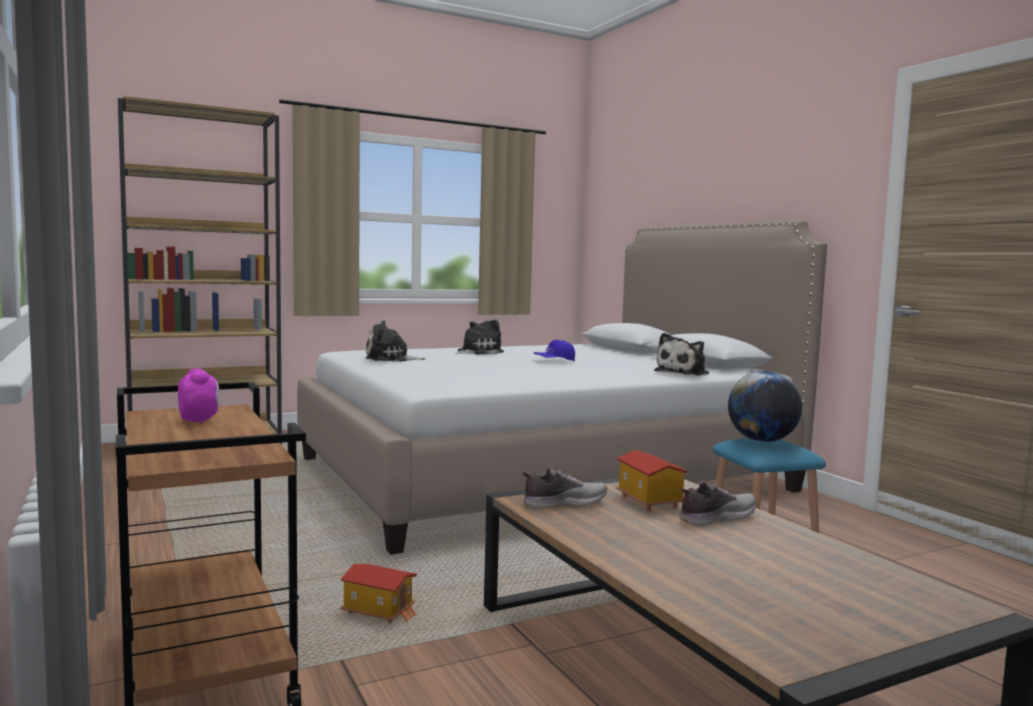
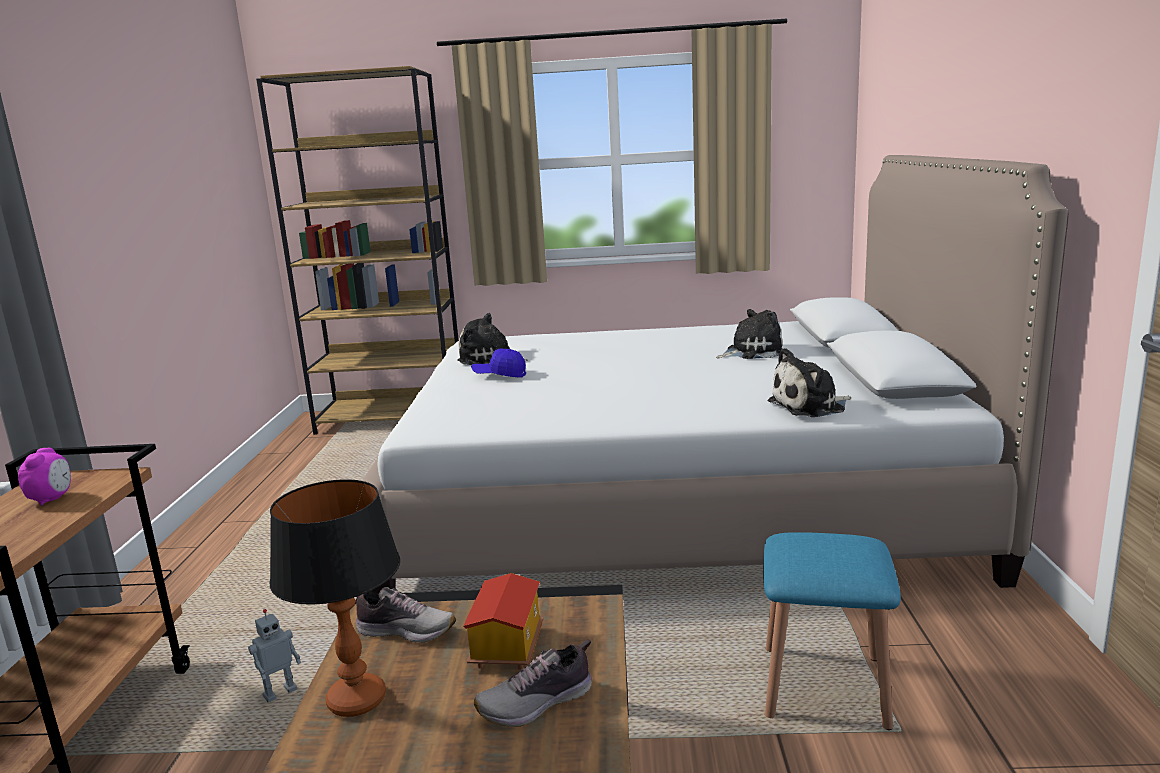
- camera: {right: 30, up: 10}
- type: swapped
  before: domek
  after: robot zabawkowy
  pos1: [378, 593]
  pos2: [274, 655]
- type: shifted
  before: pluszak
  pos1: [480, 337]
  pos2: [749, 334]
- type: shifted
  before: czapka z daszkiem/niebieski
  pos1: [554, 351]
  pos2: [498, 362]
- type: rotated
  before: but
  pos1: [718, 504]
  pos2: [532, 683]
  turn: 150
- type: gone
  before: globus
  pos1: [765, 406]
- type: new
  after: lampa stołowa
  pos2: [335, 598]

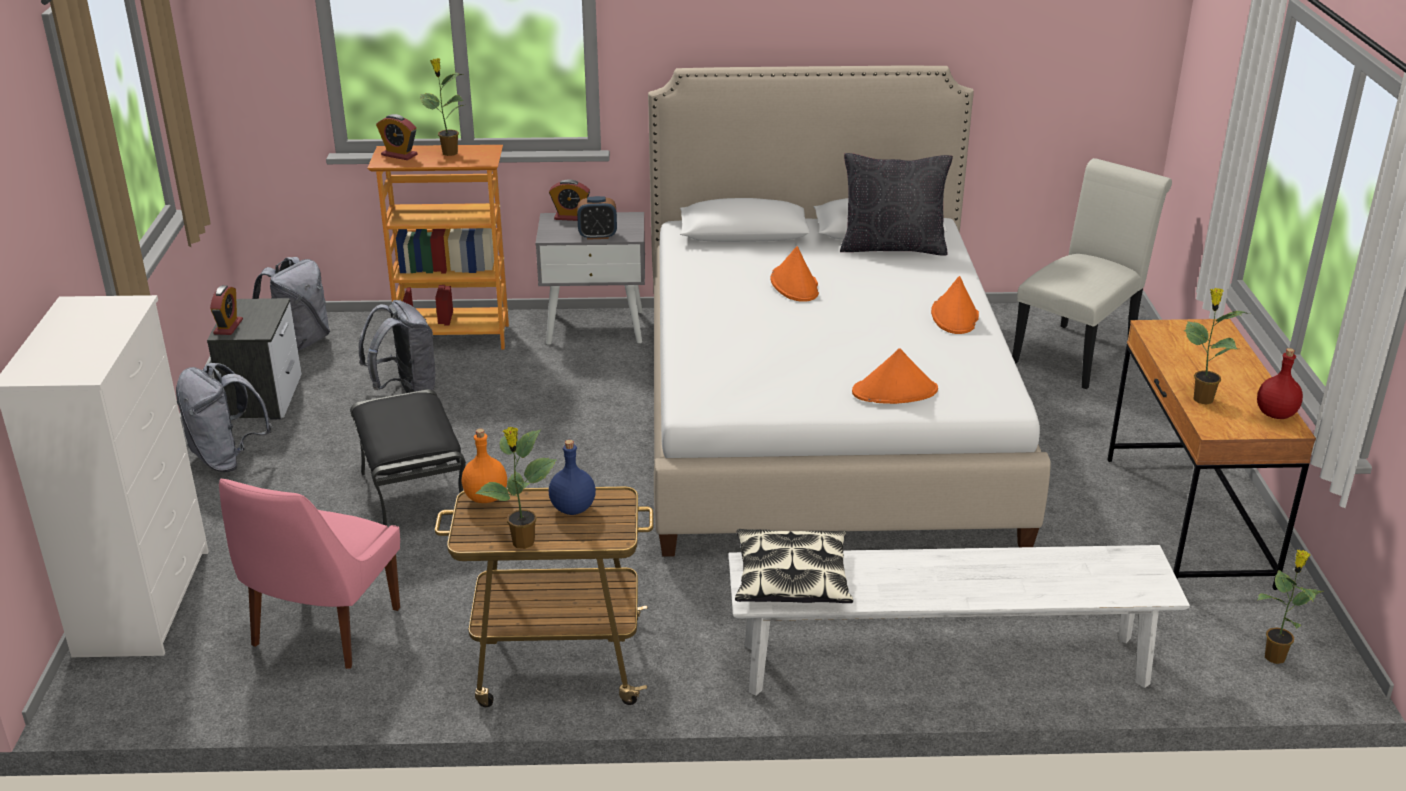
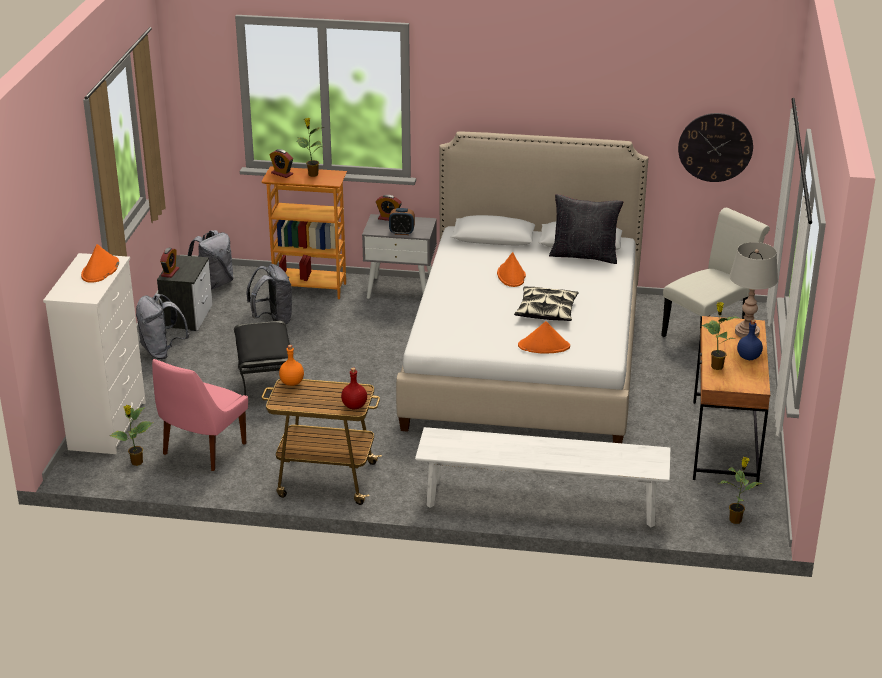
- camera: {right: 10, up: 0}
- type: shifted
  before: roślina doniczkowa
  pos1: [516, 488]
  pos2: [131, 435]
- type: shifted
  before: butelka/niebieski
  pos1: [572, 477]
  pos2: [750, 340]
- type: shifted
  before: poduszka
  pos1: [794, 566]
  pos2: [546, 303]
- type: shifted
  before: kapelusz/pomarańczowy
  pos1: [955, 305]
  pos2: [100, 263]
- type: shifted
  before: butelka/czerwony
  pos1: [1280, 383]
  pos2: [354, 388]
- type: new
  after: zegar ścienny
  pos2: [715, 147]
- type: new
  after: lampa stołowa/szary
  pos2: [753, 290]

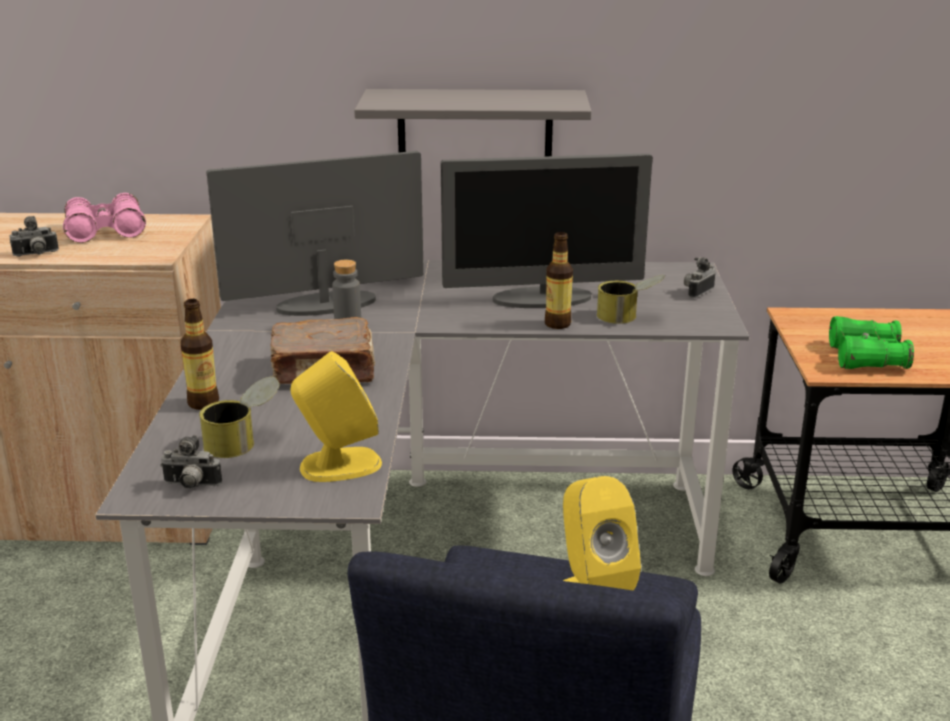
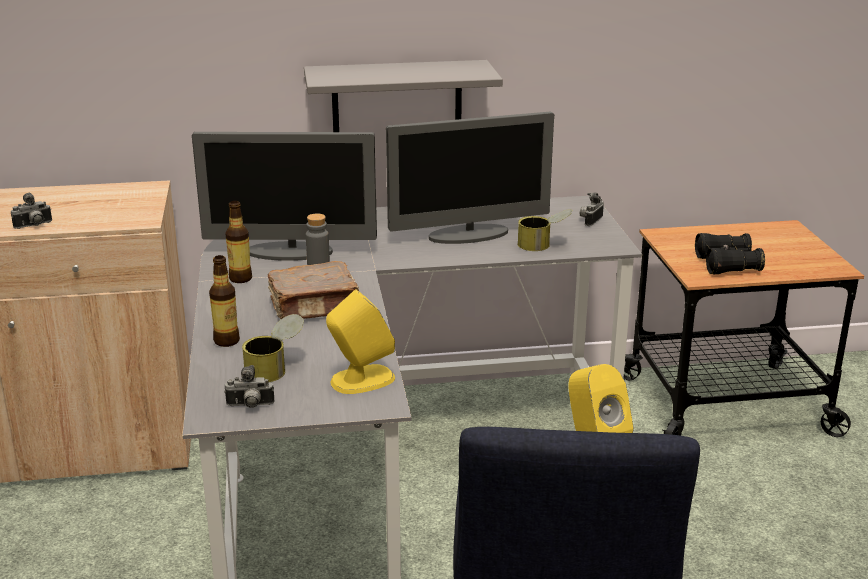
- camera: {right: -10, up: 0}
- type: gone
  before: lornetka/różowy
  pos1: [104, 218]
- type: rotated
  before: monitor
  pos1: [315, 233]
  pos2: [284, 196]
  turn: -150
- type: shifted
  before: butelka
  pos1: [559, 280]
  pos2: [239, 242]
- type: repainted
  before: lornetka/zielony
  after: lornetka/czarny
  pos1: [871, 342]
  pos2: [730, 254]

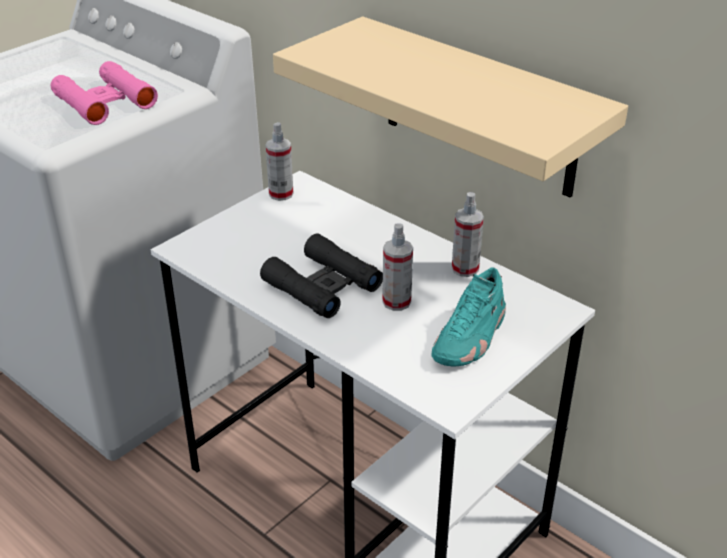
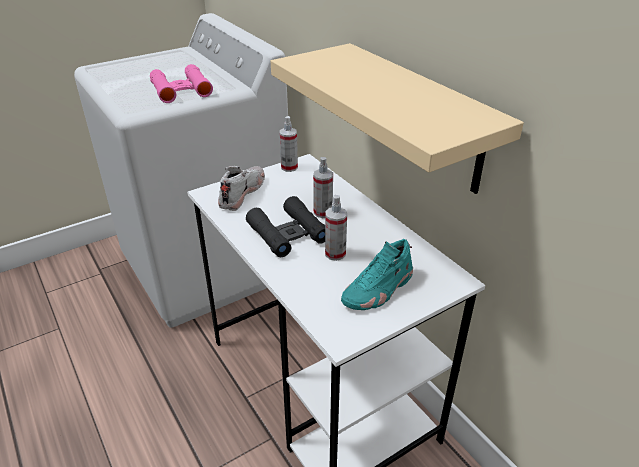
- camera: {right: 15, up: 0}
- type: shifted
  before: spryskiwacz
  pos1: [468, 234]
  pos2: [323, 187]
- type: new
  after: but/biały
  pos2: [241, 188]

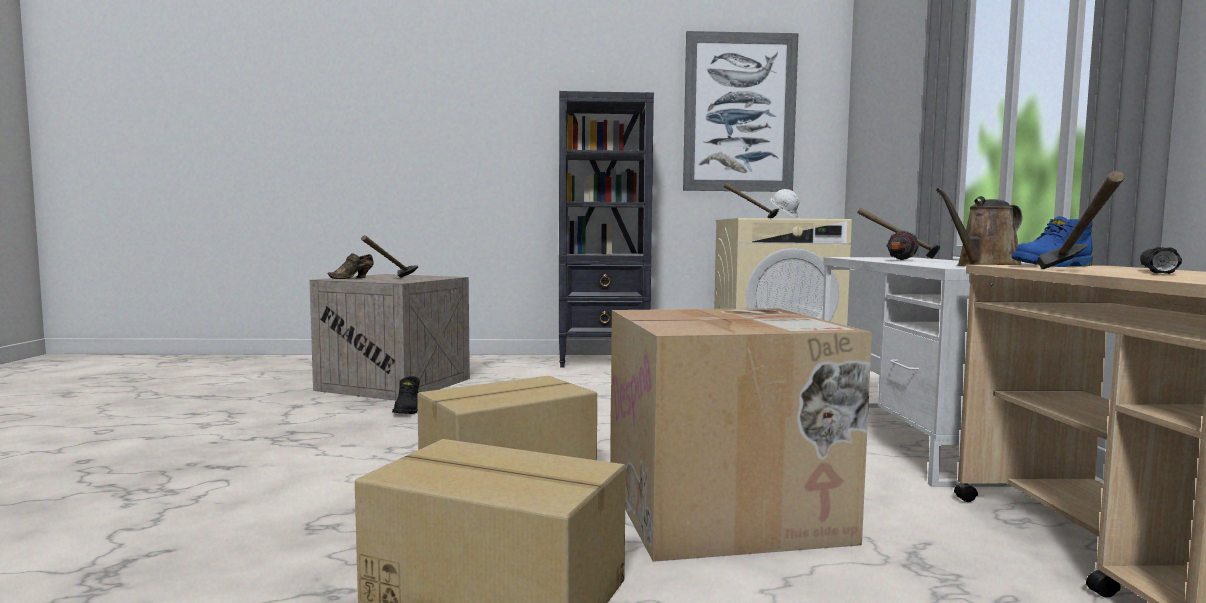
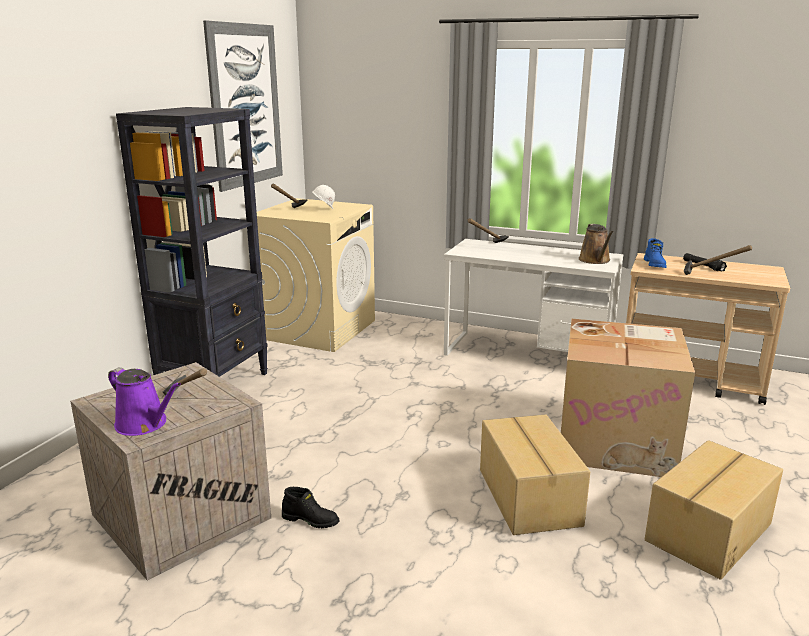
- camera: {right: -65, up: 15}
- type: swapped
  before: but/brązowy
  after: konewka/fioletowy
  pos1: [351, 266]
  pos2: [144, 401]
- type: gone
  before: latarka
  pos1: [902, 245]

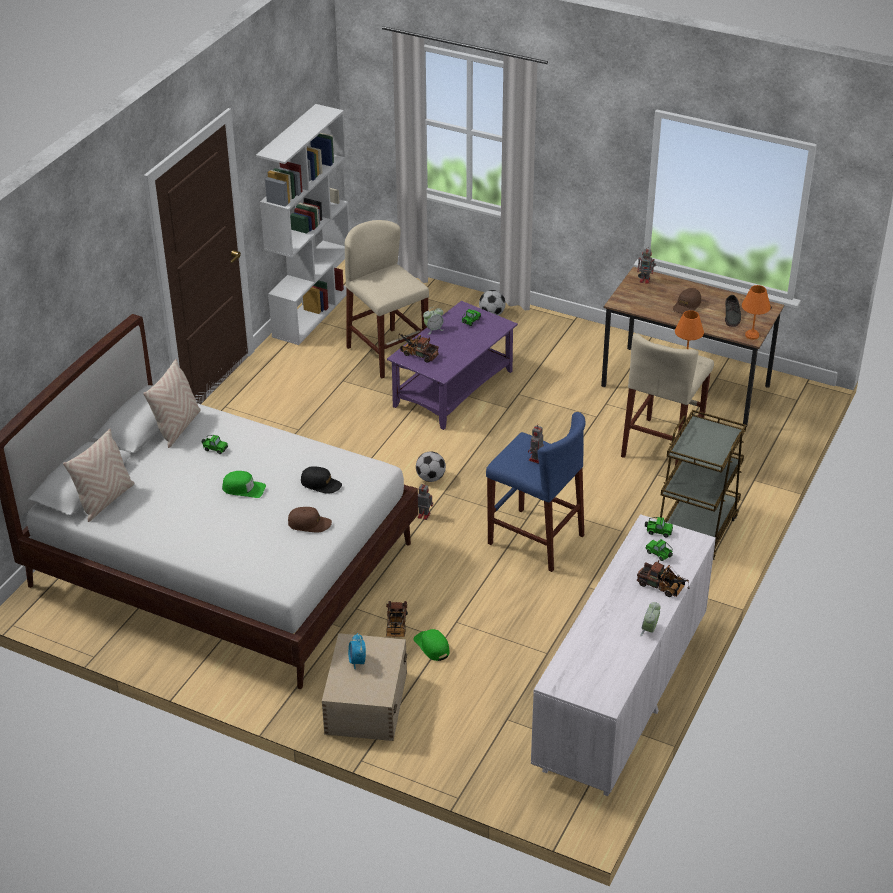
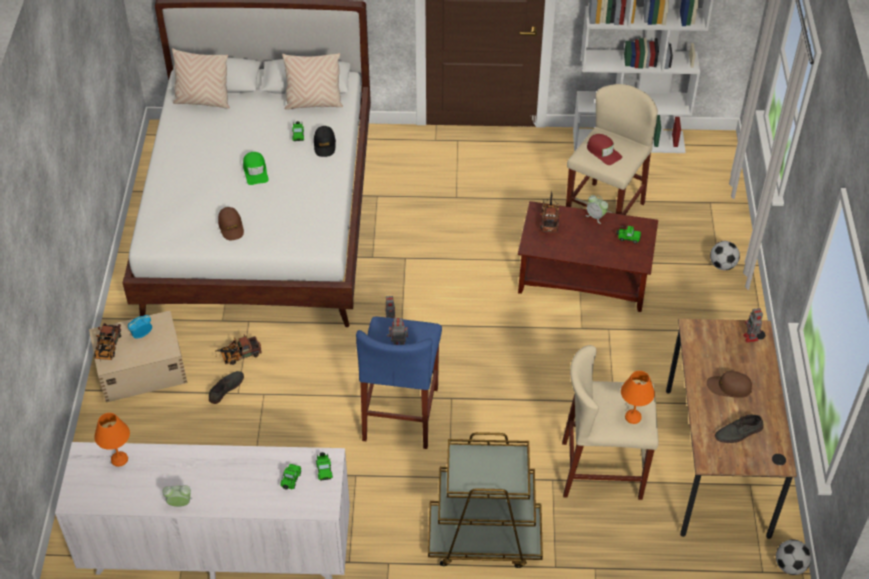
- camera: {right: 65, up: 10}
- type: shifted
  before: czapka z daszkiem/czarny
  pos1: [321, 480]
  pos2: [325, 141]
- type: repainted
  before: ława/fioletowy
  after: ława/brązowy
  pos1: [452, 365]
  pos2: [588, 256]
- type: swapped
  before: czapka z daszkiem/zielony
  after: but/szary
  pos1: [431, 645]
  pos2: [226, 387]
- type: shifted
  before: piłka futbolowa
  pos1: [431, 466]
  pos2: [793, 557]
- type: shifted
  before: ciężarówka zabawkowa
  pos1: [663, 578]
  pos2: [107, 342]
- type: shifted
  before: lampa stołowa/pomarańczowy
  pos1: [756, 312]
  pos2: [112, 440]
- type: new
  after: czapka z daszkiem/czerwony
  pos2: [604, 149]

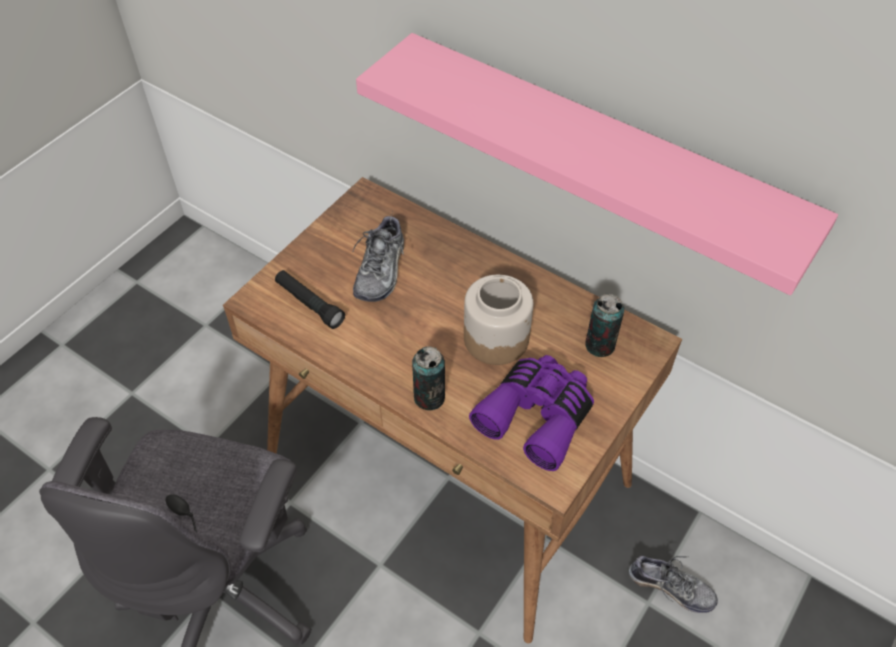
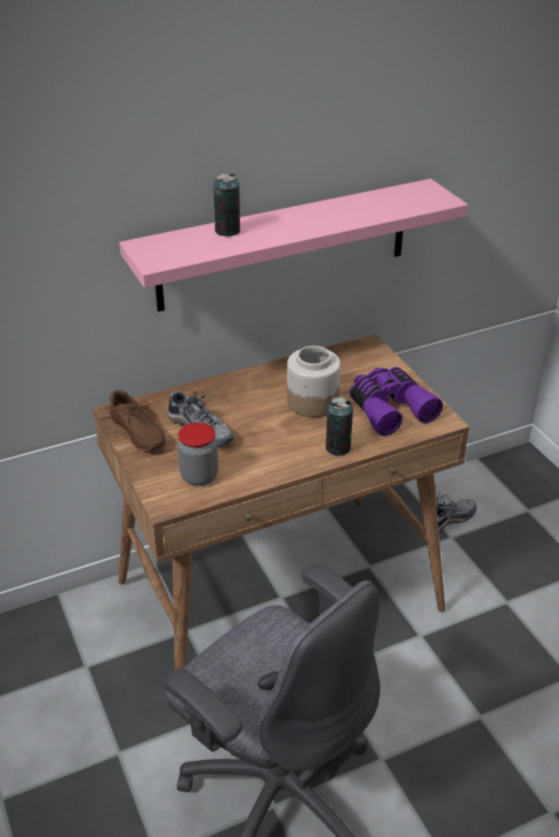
- camera: {right: -60, up: -15}
- type: swapped
  before: latarka/czarny
  after: słoik
  pos1: [310, 299]
  pos2: [198, 454]
- type: shifted
  before: puszka
  pos1: [604, 325]
  pos2: [226, 205]
- type: new
  after: but/brązowy
  pos2: [135, 420]

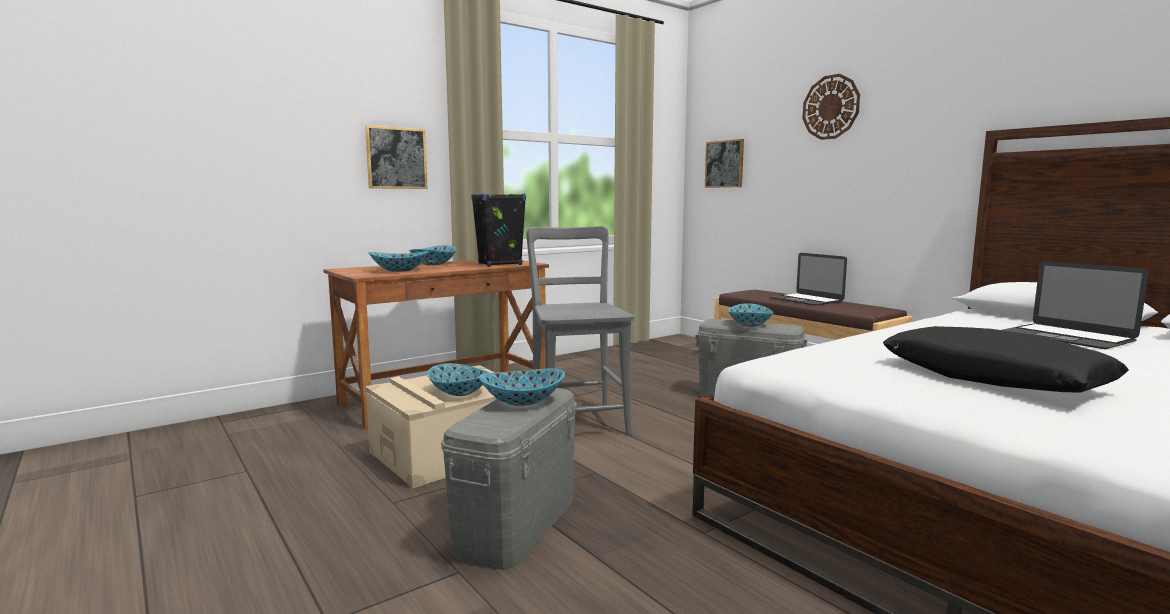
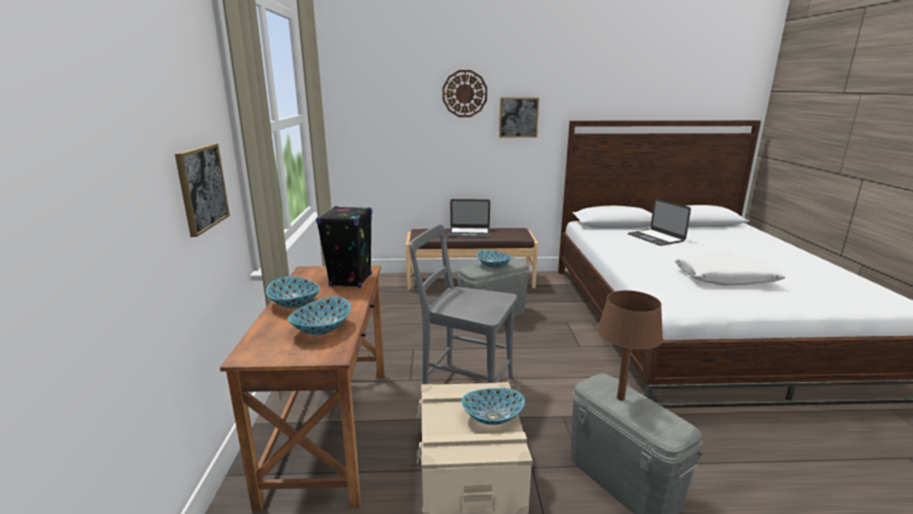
- camera: {right: -55, up: 10}
- type: swapped
  before: miska
  after: lampa stołowa/brązowy
  pos1: [522, 387]
  pos2: [630, 345]
- type: shifted
  before: obraz
  pos1: [724, 163]
  pos2: [519, 118]
- type: repainted
  before: poduszka/czarny
  after: poduszka/biały
  pos1: [1006, 359]
  pos2: [730, 270]
- type: rotated
  before: laptop
  pos1: [1076, 305]
  pos2: [659, 222]
  turn: 60

